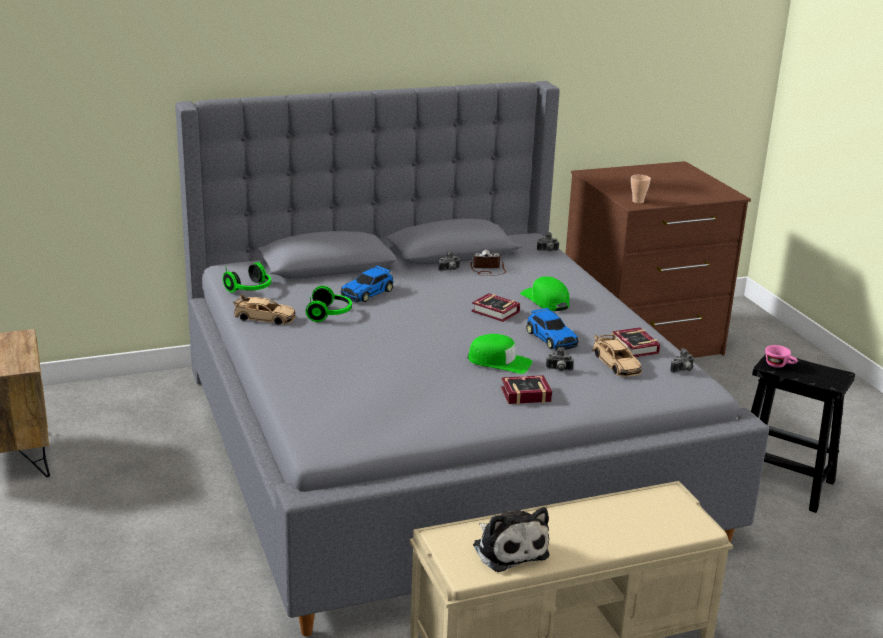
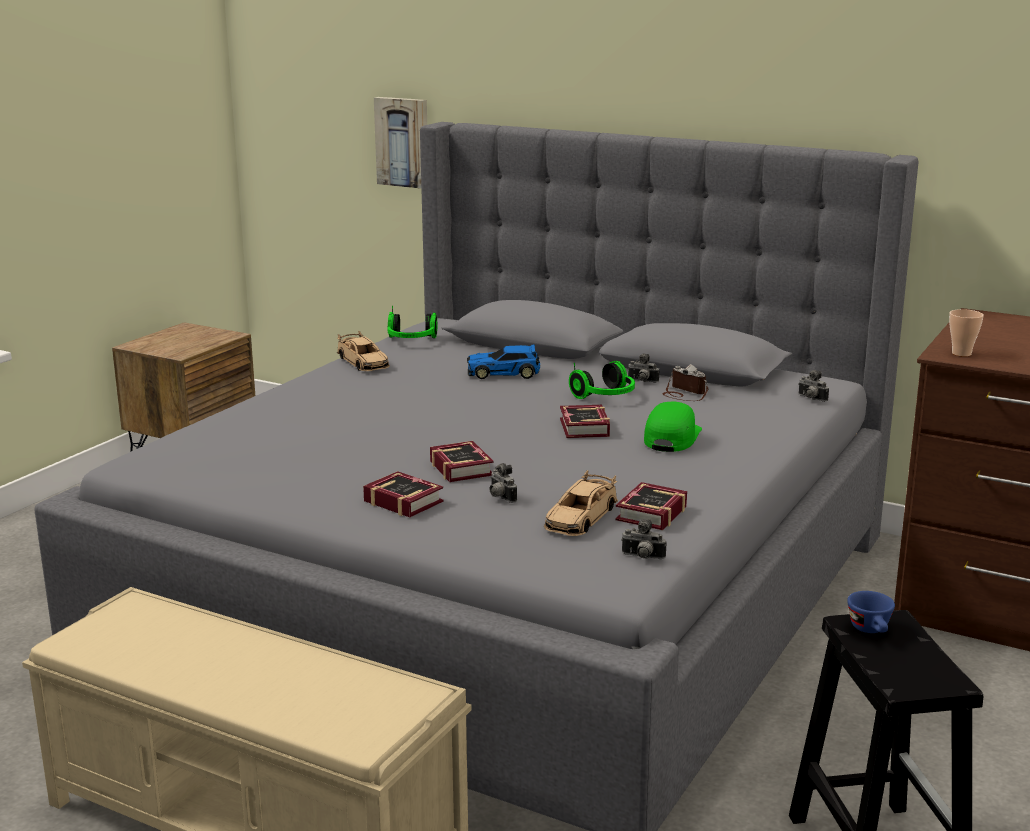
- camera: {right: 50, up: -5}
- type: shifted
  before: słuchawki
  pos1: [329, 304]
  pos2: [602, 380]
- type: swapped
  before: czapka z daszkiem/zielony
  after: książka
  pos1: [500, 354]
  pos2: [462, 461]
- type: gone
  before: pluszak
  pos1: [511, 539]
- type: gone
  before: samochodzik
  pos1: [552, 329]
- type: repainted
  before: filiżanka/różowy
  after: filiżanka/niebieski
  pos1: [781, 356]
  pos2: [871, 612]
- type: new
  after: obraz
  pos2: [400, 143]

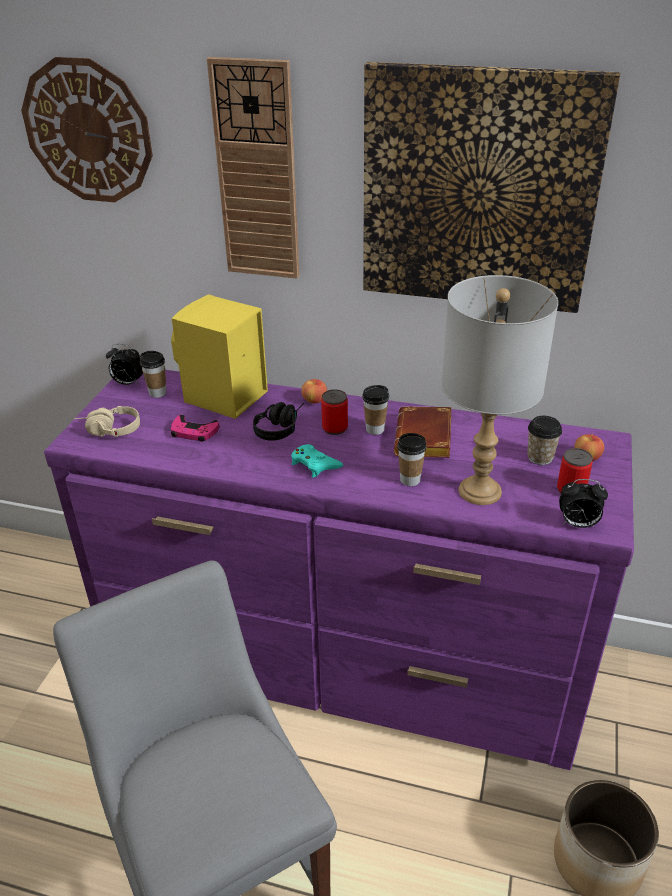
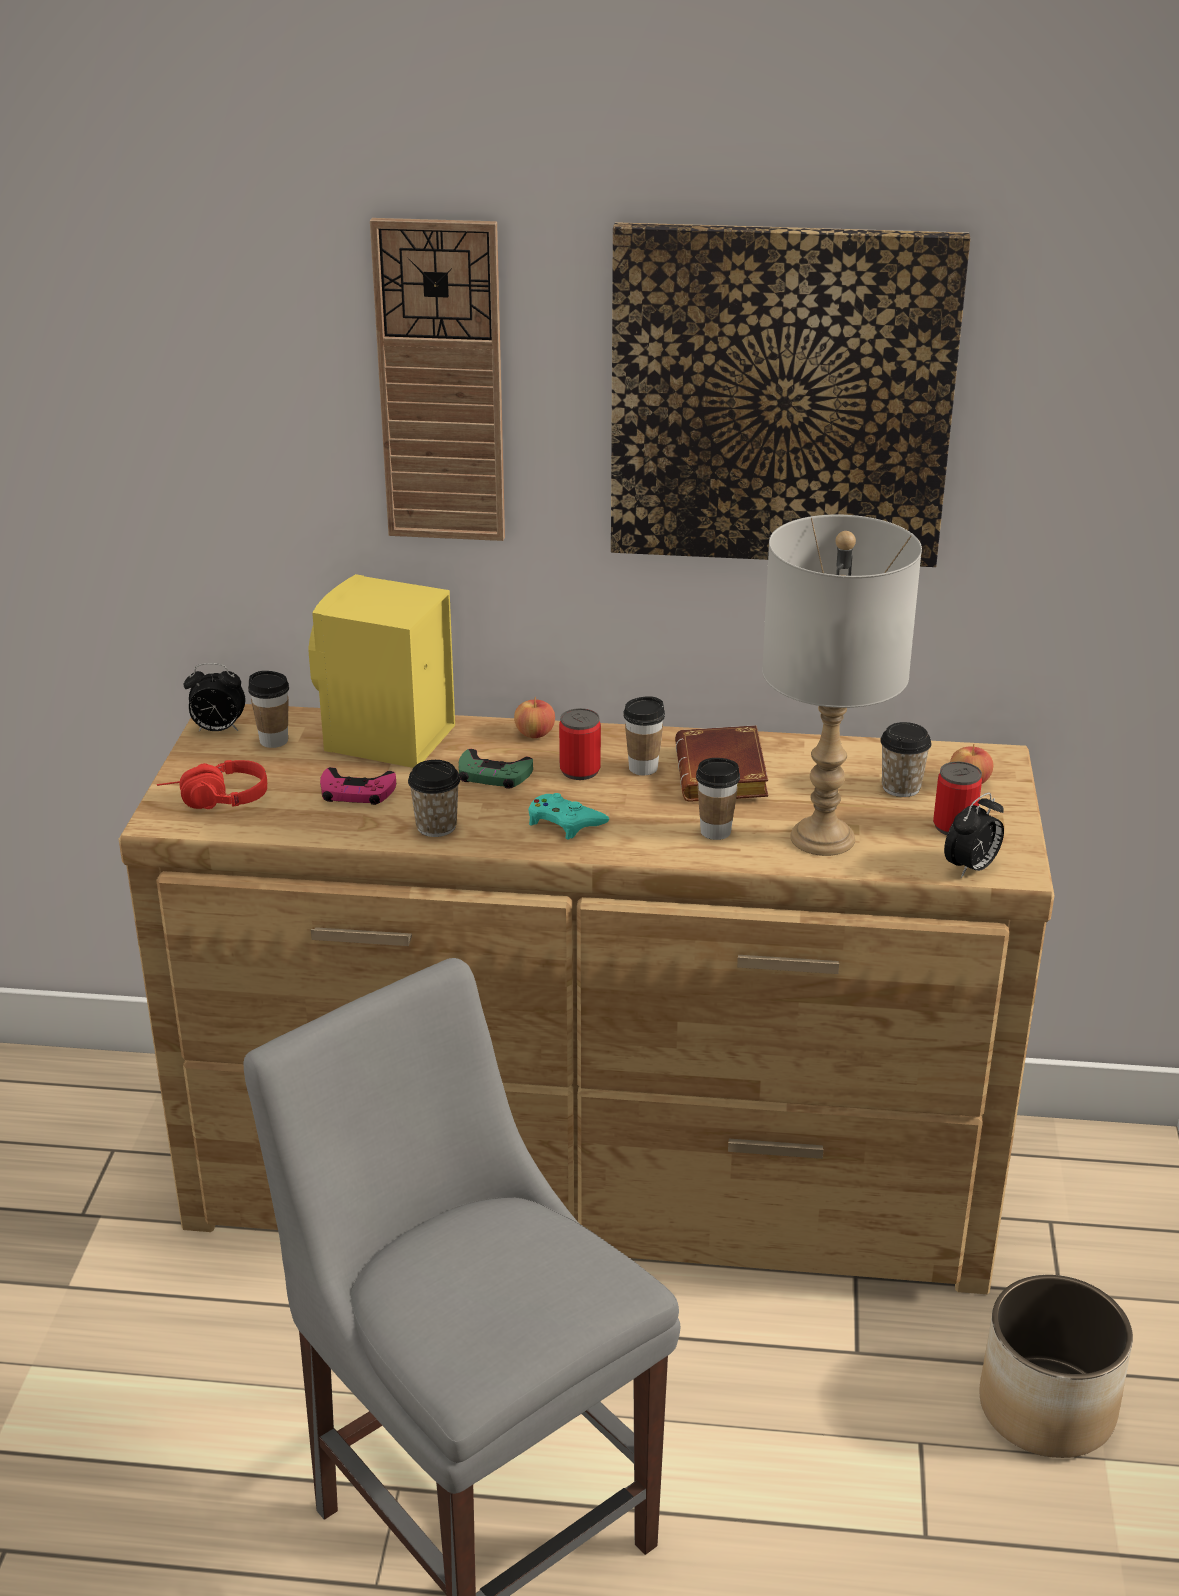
- camera: {right: -10, up: -5}
- type: gone
  before: zegar ścienny
  pos1: [87, 129]
- type: repainted
  before: komoda/fioletowy
  after: komoda/brązowy
  pos1: [339, 570]
  pos2: [587, 999]
- type: repainted
  before: słuchawki/beżowy
  after: słuchawki/czerwony
  pos1: [107, 421]
  pos2: [212, 784]
- type: swapped
  before: słuchawki/czarny
  after: pad do gier/zielony
  pos1: [278, 421]
  pos2: [496, 769]
- type: rotated
  before: budzik
  pos1: [583, 503]
  pos2: [974, 835]
  turn: -45
- type: new
  after: filiżanka
  pos2: [434, 798]

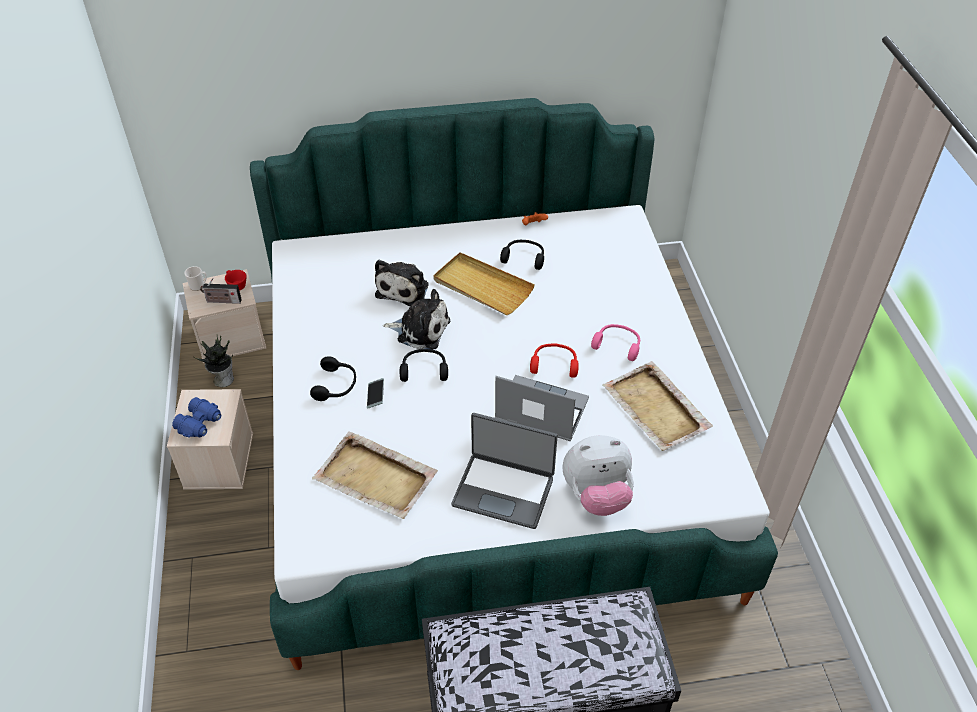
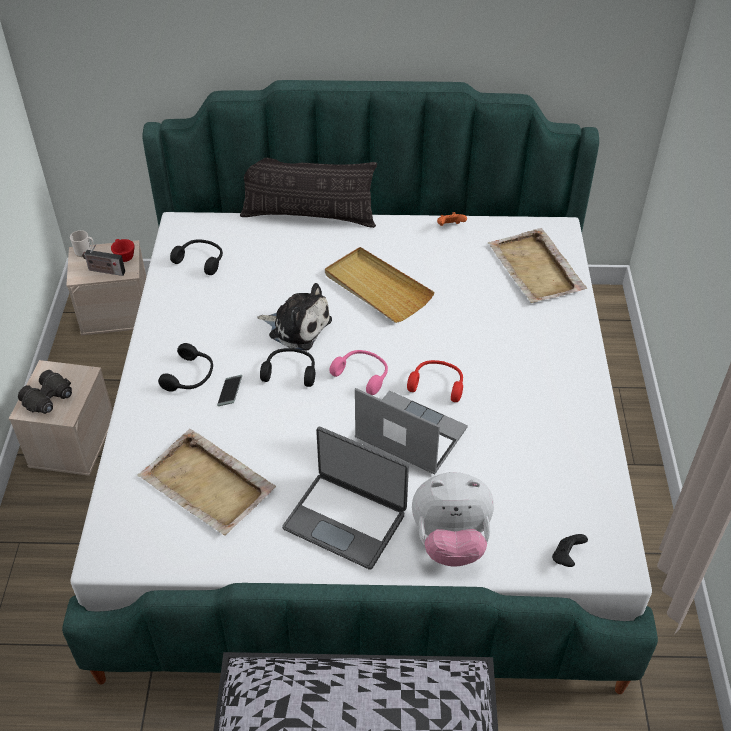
- camera: {right: 10, up: 0}
- type: repainted
  before: lornetka/niebieski
  after: lornetka/czarny
  pos1: [196, 417]
  pos2: [45, 392]
- type: gone
  before: roślina doniczkowa
  pos1: [214, 361]
- type: gone
  before: pluszak
  pos1: [402, 283]
- type: shifted
  before: słuchawki/czarny
  pos1: [522, 255]
  pos2: [196, 257]
- type: shifted
  before: słuchawki/różowy
  pos1: [615, 342]
  pos2: [358, 372]
- type: shifted
  before: taca/beżowy
  pos1: [657, 406]
  pos2: [537, 265]
- type: new
  after: poduszka
  pos2: [308, 193]
- type: new
  after: pad do gier/czarny
  pos2: [570, 550]

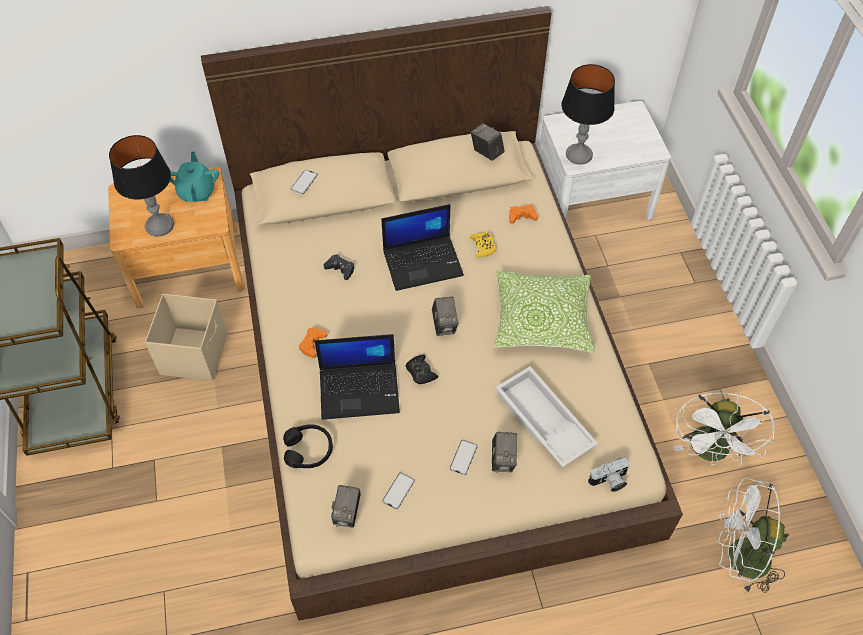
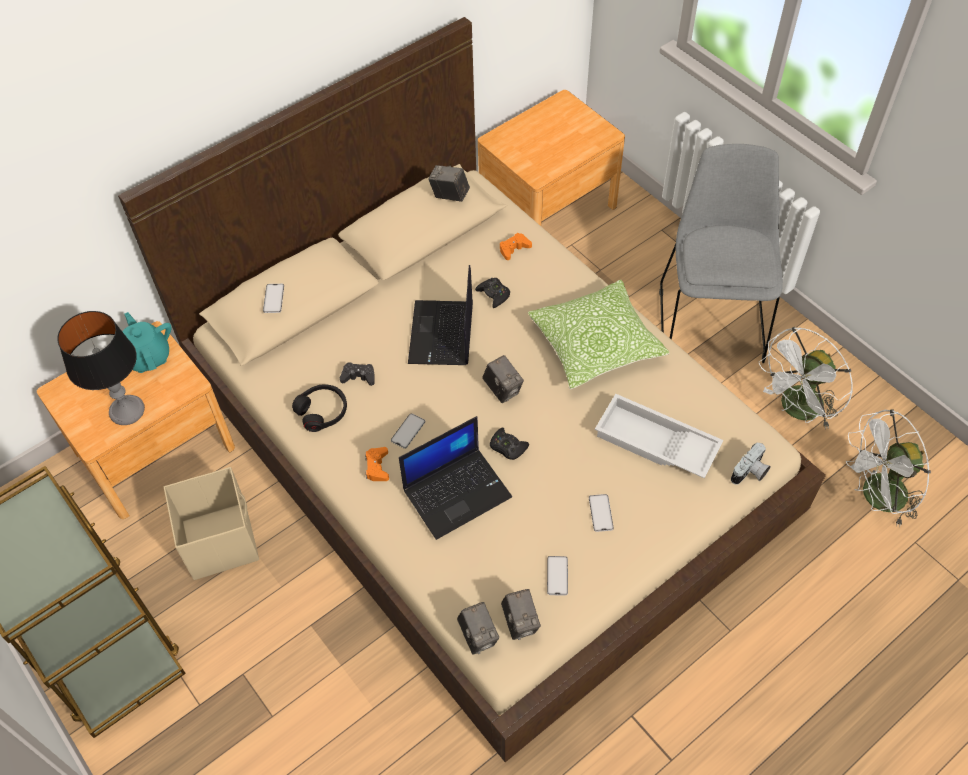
- camera: {right: -25, up: 0}
- type: shifted
  before: słuchawki/czarny
  pos1: [308, 446]
  pos2: [319, 408]
- type: rotated
  before: laptop
  pos1: [422, 247]
  pos2: [440, 315]
  turn: 135
- type: repainted
  before: pad do gier/żółty
  after: pad do gier/czarny
  pos1: [483, 245]
  pos2: [492, 293]
- type: shifted
  before: aparat fotograficzny
  pos1: [504, 452]
  pos2: [478, 628]
- type: repainted
  before: szafka nocna/biały
  after: szafka nocna/brązowy
  pos1: [605, 160]
  pos2: [551, 158]
- type: gone
  before: lampa stołowa
  pos1: [588, 114]
- type: rotated
  before: wentylator/biały
  pos1: [724, 430]
  pos2: [806, 378]
  turn: 60
- type: new
  after: telefon
  pos2: [408, 431]
- type: new
  after: krzesło/szary
  pos2: [721, 253]

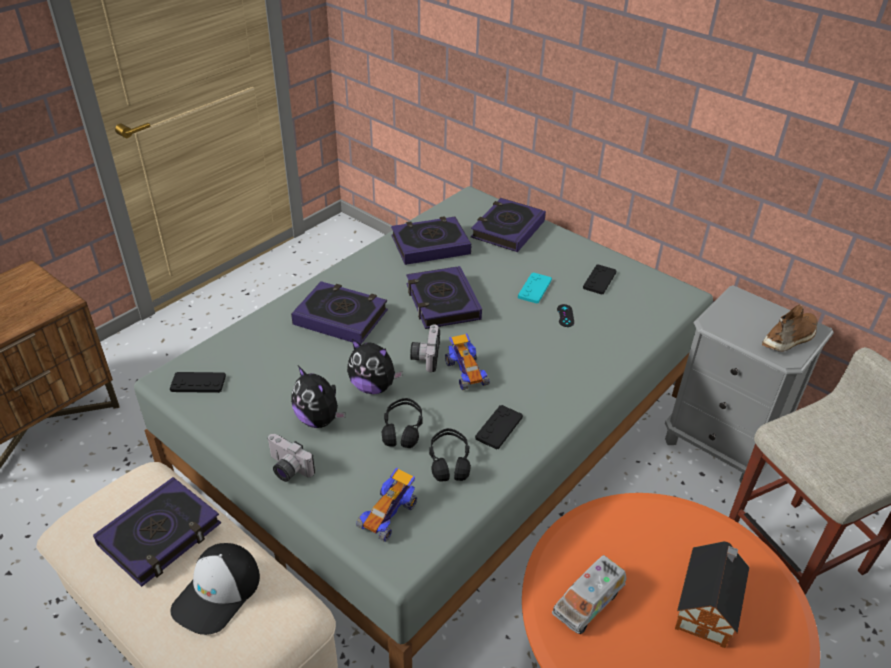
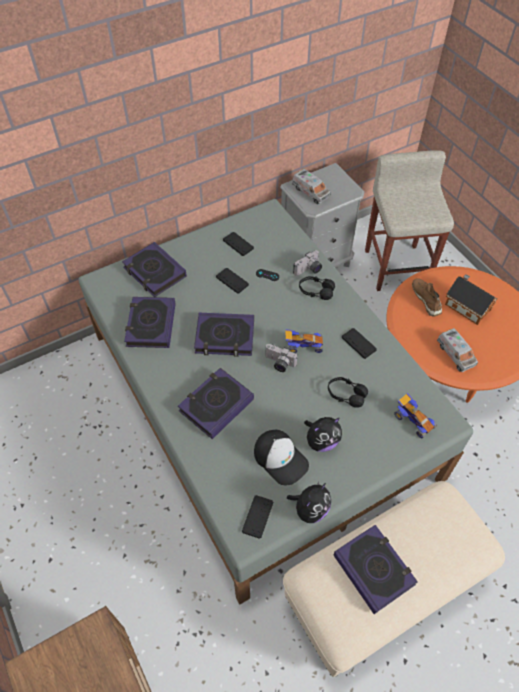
- camera: {right: -70, up: 15}
- type: shifted
  before: czapka z daszkiem
  pos1: [215, 589]
  pos2: [281, 457]
- type: shifted
  before: aparat fotograficzny
  pos1: [291, 458]
  pos2: [307, 263]
- type: shifted
  before: pluszak
  pos1: [375, 366]
  pos2: [309, 502]
- type: shifted
  before: słuchawki/czarny
  pos1: [450, 455]
  pos2: [317, 288]
- type: repainted
  before: pad do gier/turkusowy
  after: pad do gier/czarny
  pos1: [535, 288]
  pos2: [232, 281]
- type: shifted
  before: but/brązowy
  pos1: [789, 328]
  pos2: [427, 297]
- type: new
  after: ciężarówka zabawkowa
  pos2: [311, 186]

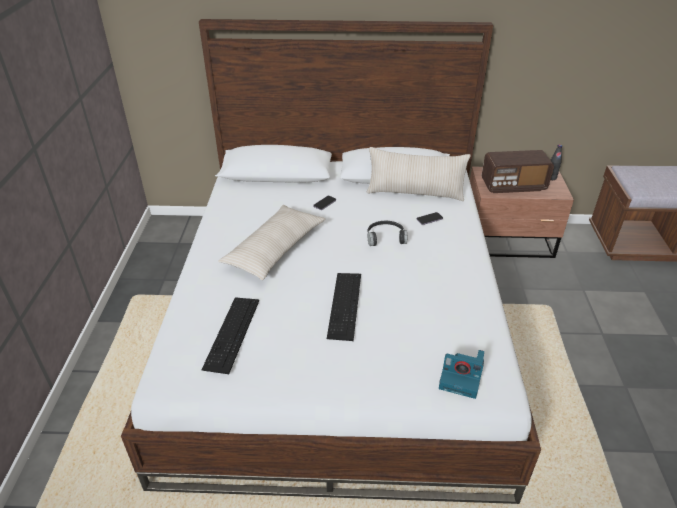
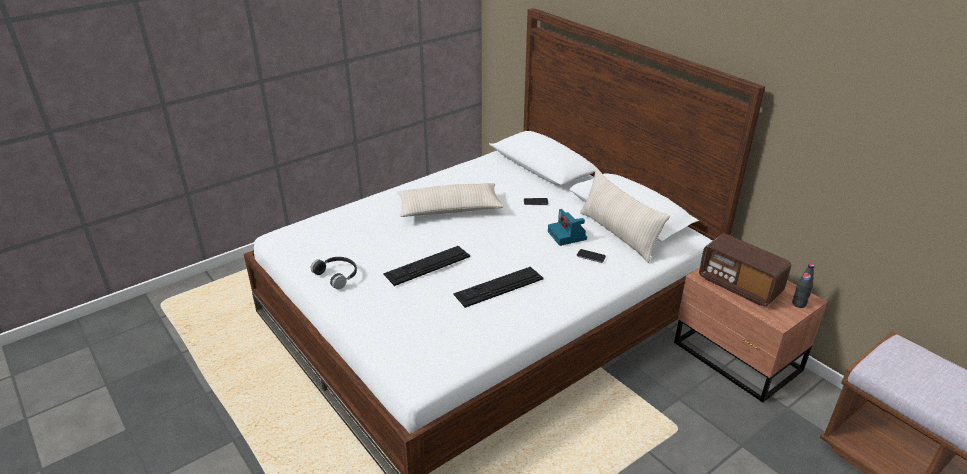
- camera: {right: 50, up: -5}
- type: shifted
  before: klawiatura
  pos1: [230, 335]
  pos2: [498, 287]
- type: shifted
  before: słuchawki/czarny
  pos1: [387, 233]
  pos2: [334, 273]
- type: shifted
  before: aparat fotograficzny
  pos1: [461, 374]
  pos2: [567, 227]

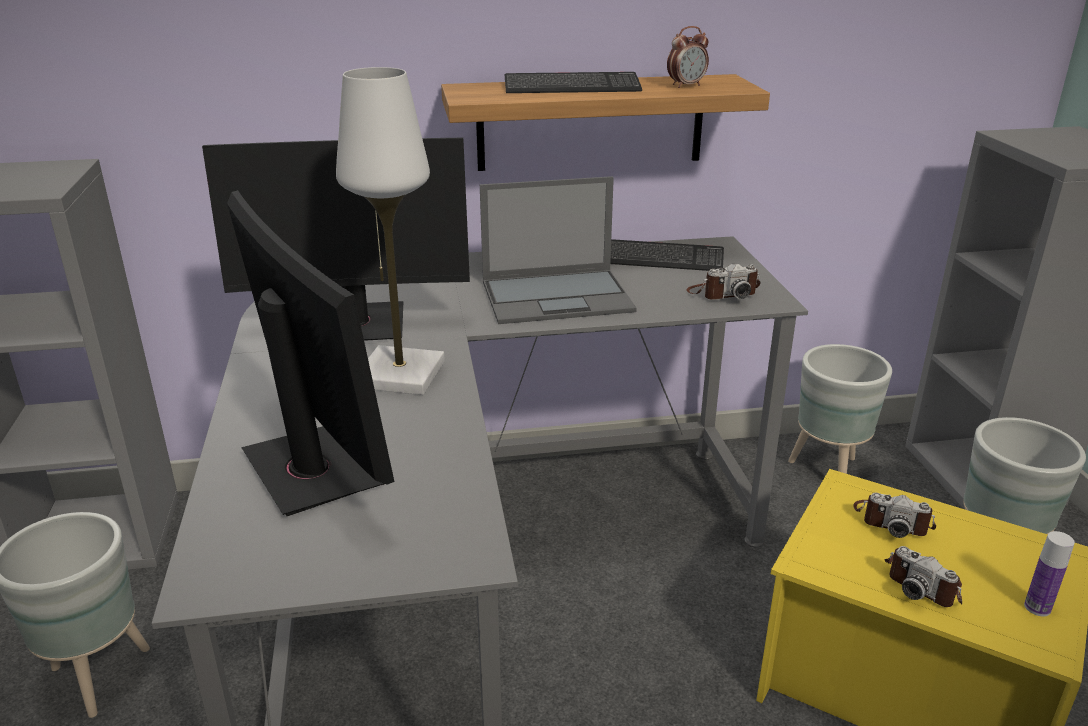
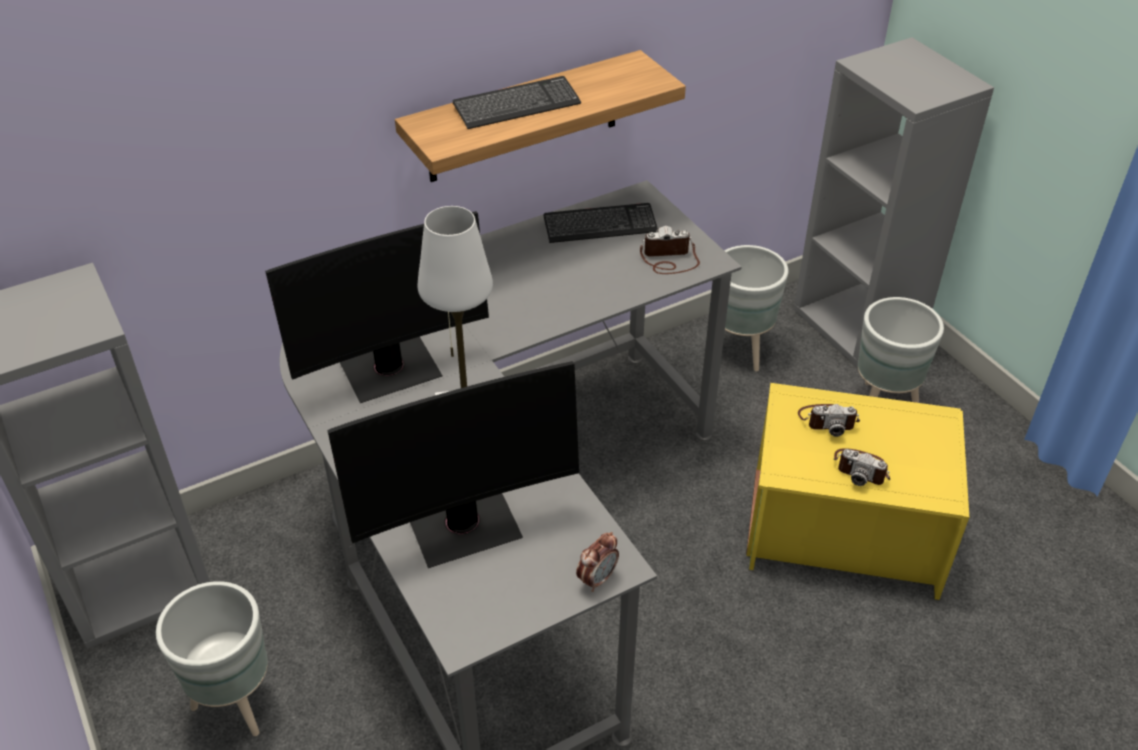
- camera: {right: -20, up: 15}
- type: rotated
  before: monitor
  pos1: [310, 353]
  pos2: [453, 464]
  turn: 120
- type: gone
  before: laptop
  pos1: [558, 250]
- type: shifted
  before: budzik
  pos1: [688, 57]
  pos2: [597, 562]
- type: rotated
  before: aparat fotograficzny
  pos1: [724, 282]
  pos2: [670, 250]
  turn: -150
- type: gone
  before: butelka
  pos1: [1049, 573]

